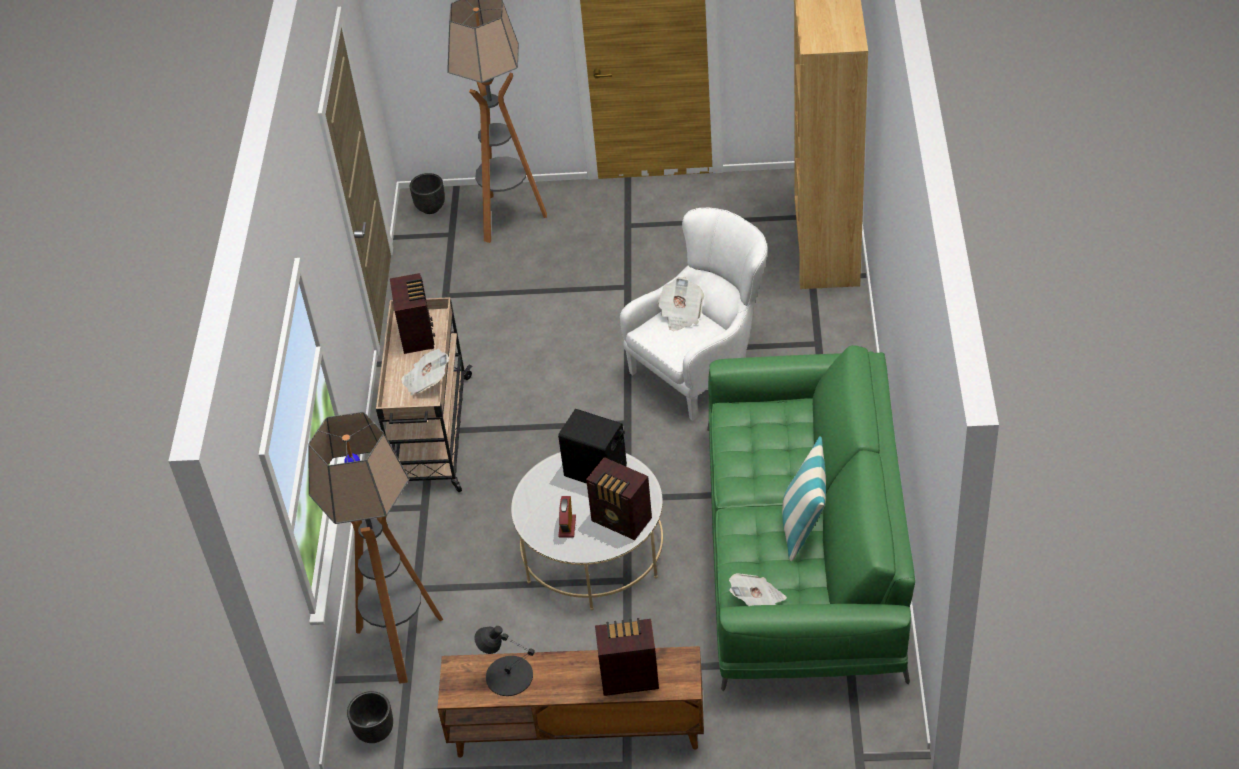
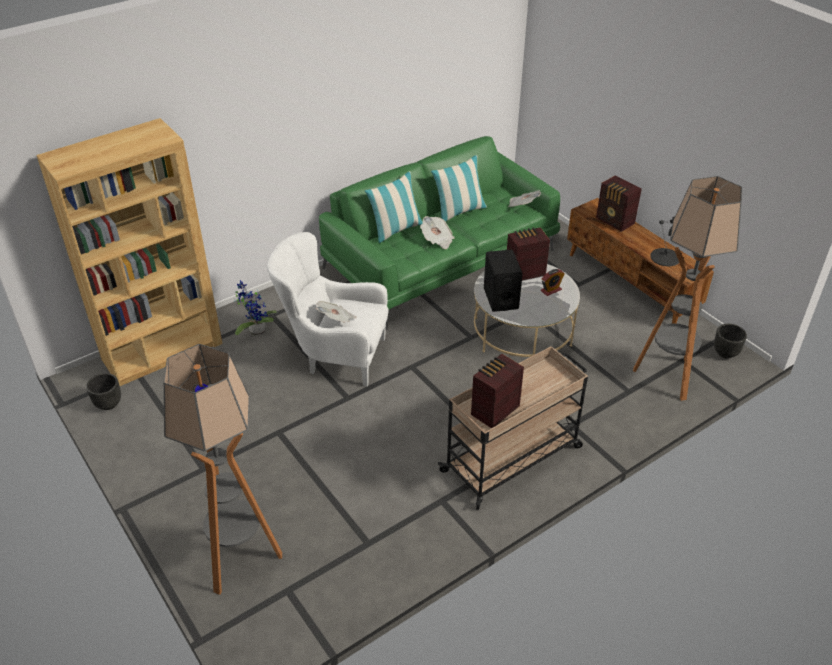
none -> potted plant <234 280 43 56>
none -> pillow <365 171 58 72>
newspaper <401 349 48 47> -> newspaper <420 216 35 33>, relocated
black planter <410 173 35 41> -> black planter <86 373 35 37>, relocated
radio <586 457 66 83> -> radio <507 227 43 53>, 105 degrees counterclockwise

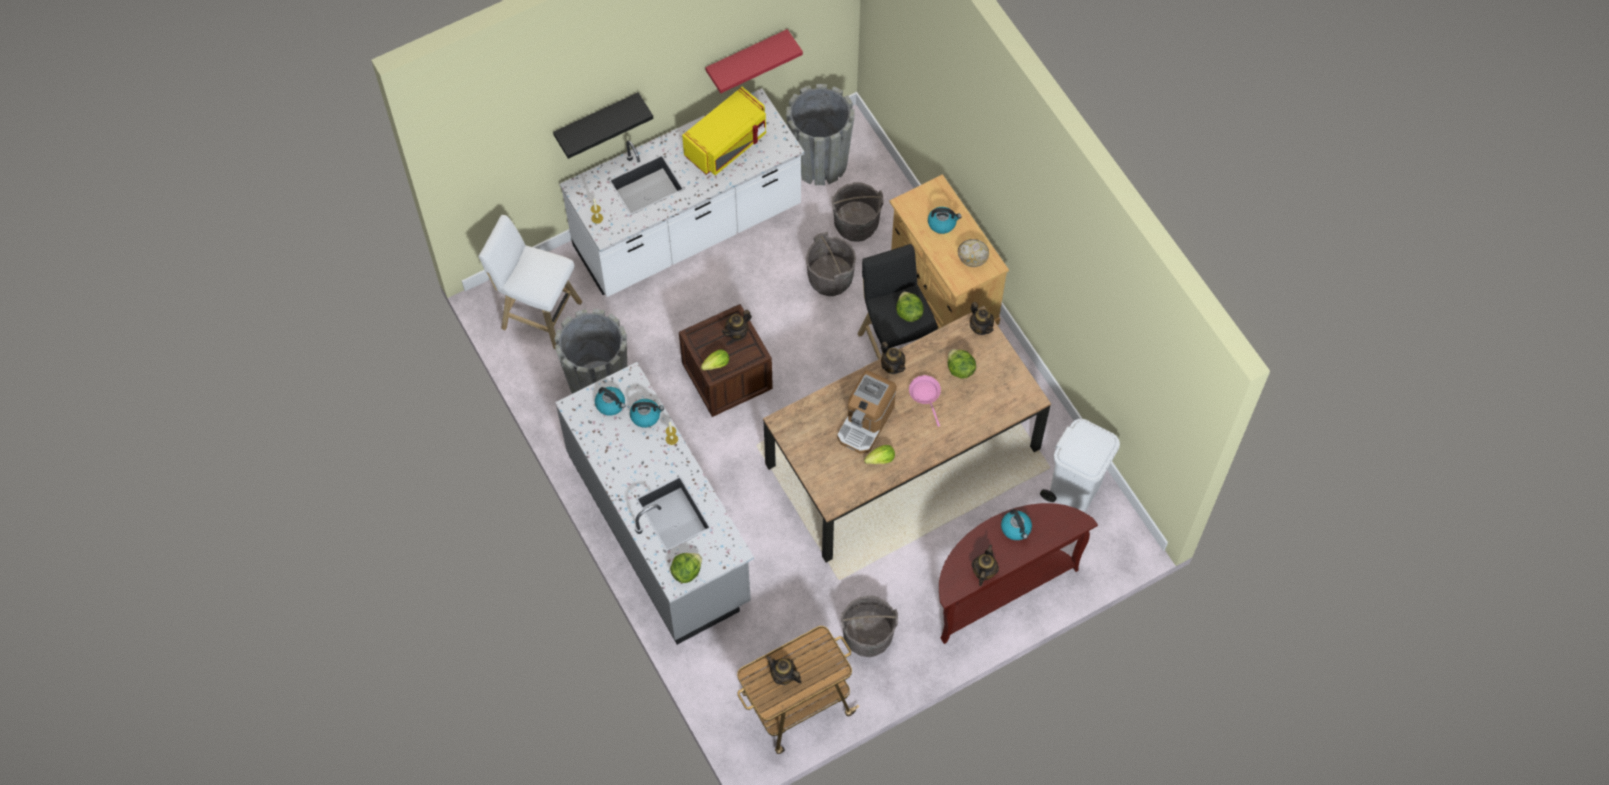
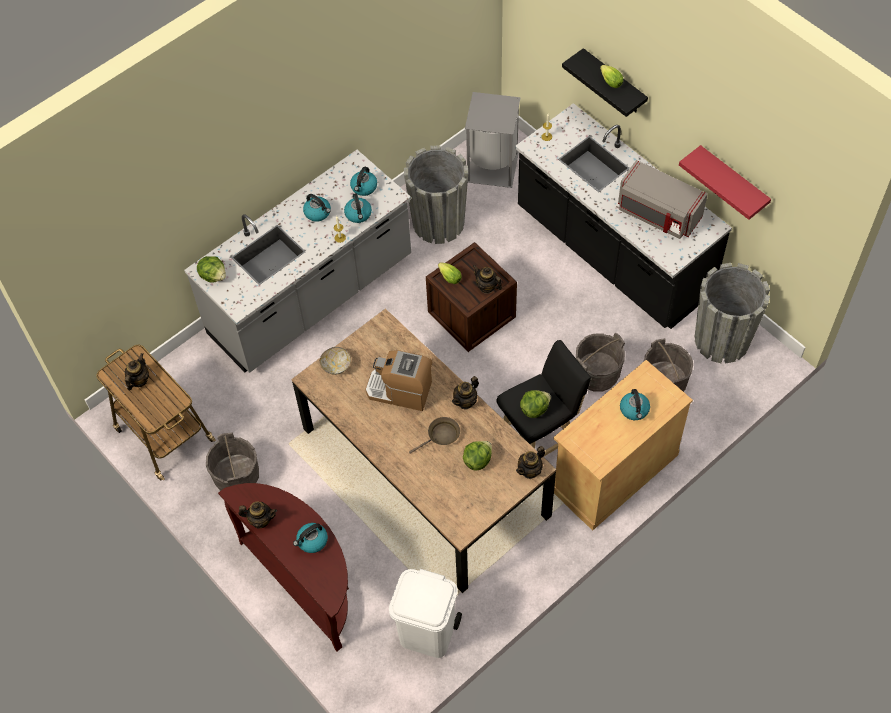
none -> kettle <303 194 28 28>
lettuce <864 445 31 19> -> lettuce <600 65 23 23>, relocated
bowl <958 239 31 28> -> bowl <320 347 31 28>, relocated
white stool <479 215 103 135> -> grey trash can <465 92 56 96>
white counter <560 88 245 209> -> black counter <515 103 217 226>
yellow microwave <682 87 84 88> -> grey microwave <618 160 90 79>
pink frying pan <909 375 32 52> -> brown frying pan <409 417 51 37>

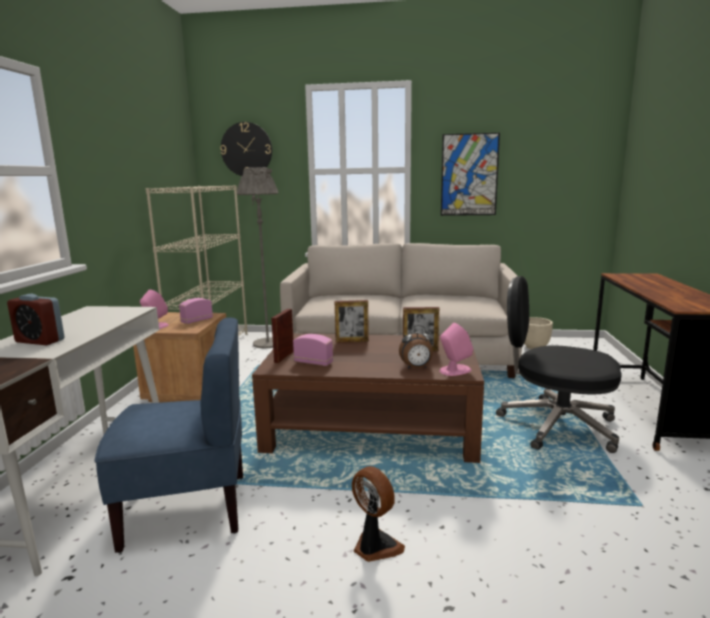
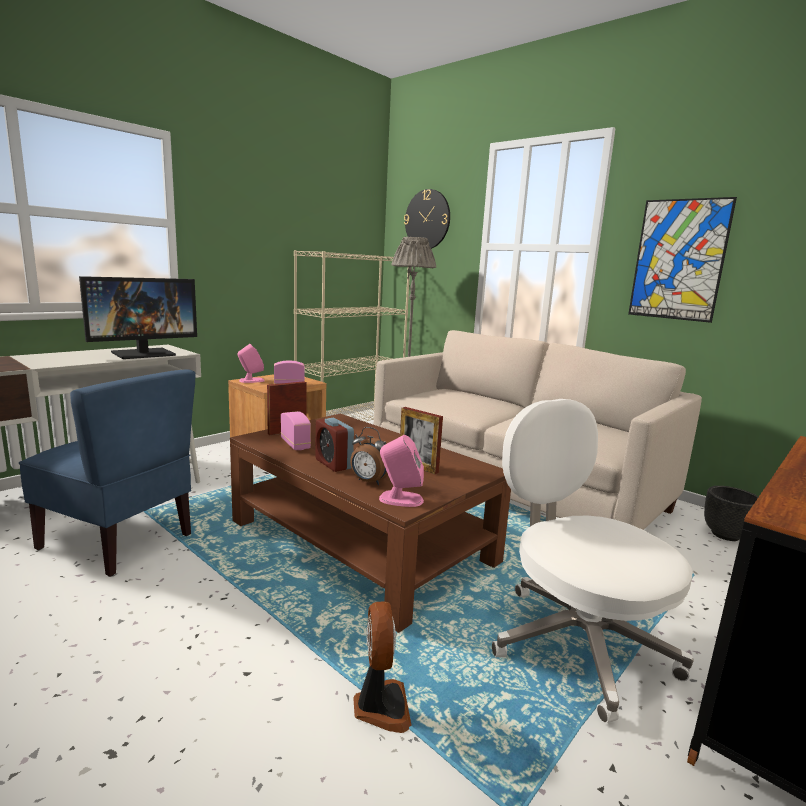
picture frame <335 300 34 43> -> none
none -> monitor <79 276 118 83>
alarm clock <7 294 58 51> -> alarm clock <315 418 39 54>, relocated
fan <352 466 53 96> -> fan <353 601 59 132>, relocated
black office chair <496 276 126 177> -> white office chair <492 399 202 325>
beige planter <524 317 29 32> -> black planter <704 486 54 55>

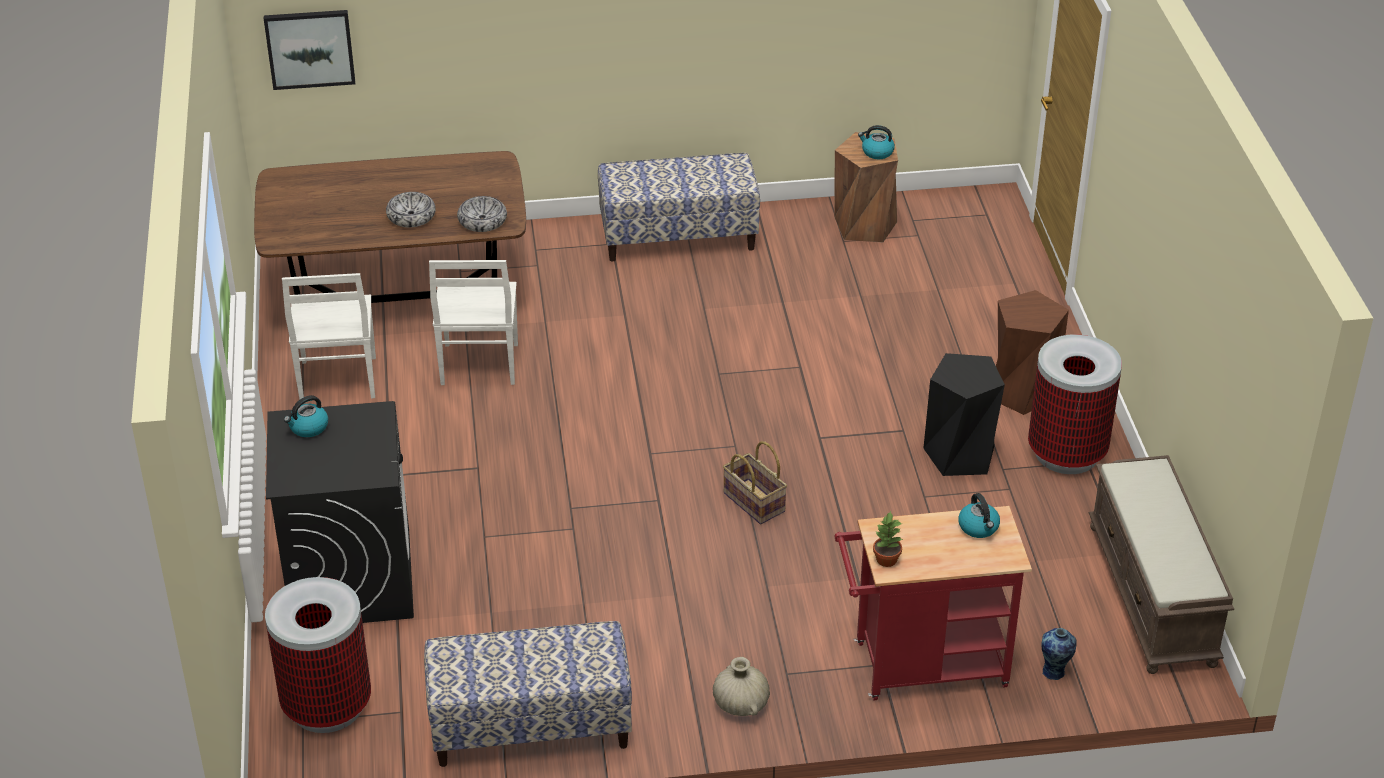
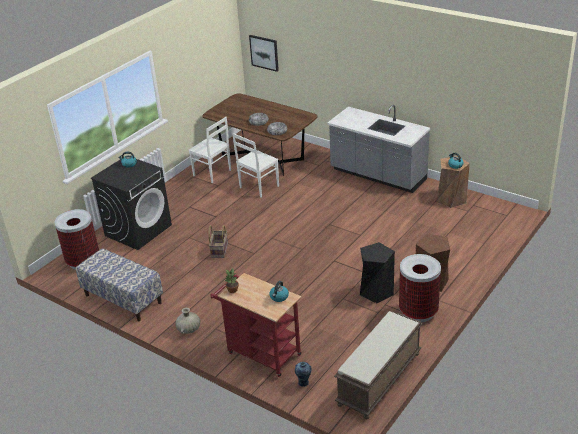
basket <723 441 64 83> -> basket <208 225 20 33>, relocated
bench <598 153 162 109> -> grey counter <327 105 103 88>
white chair <282 273 94 126> -> white chair <188 117 43 66>, 90 degrees counterclockwise

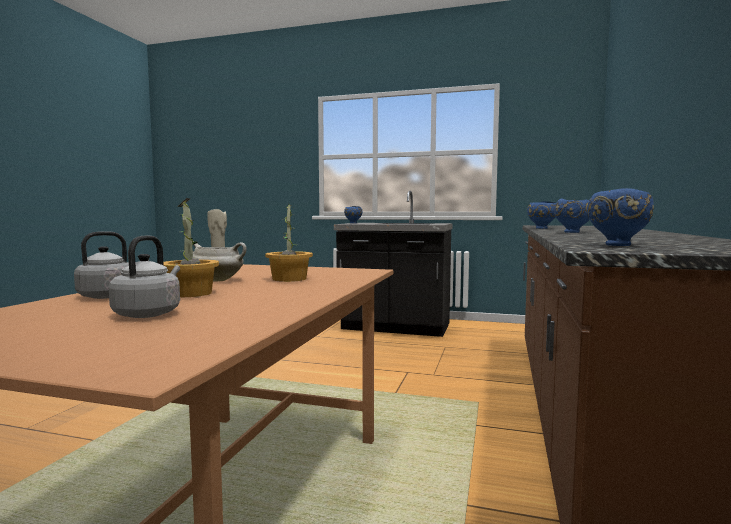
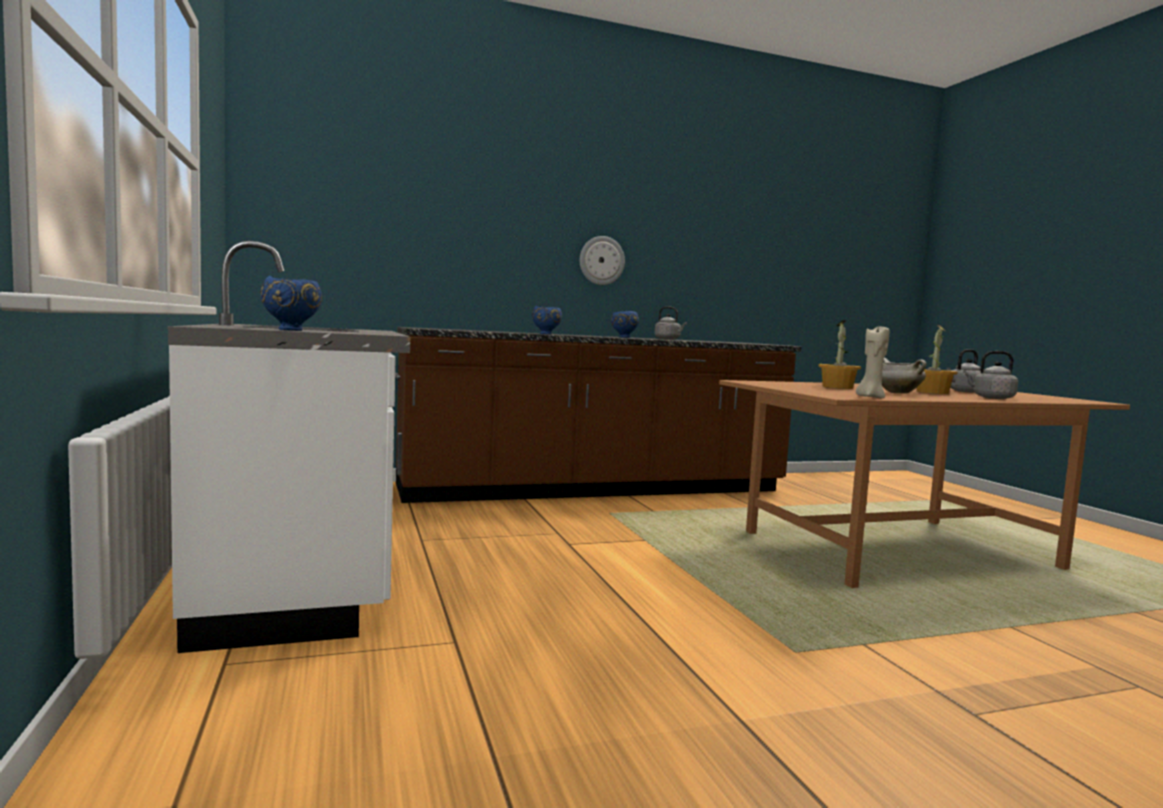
blue bowl <587 188 67 58> -> none
none -> wall clock <580 236 45 49>
none -> grey kettle <655 306 32 33>
black counter <334 191 119 146> -> white counter <168 241 242 412>

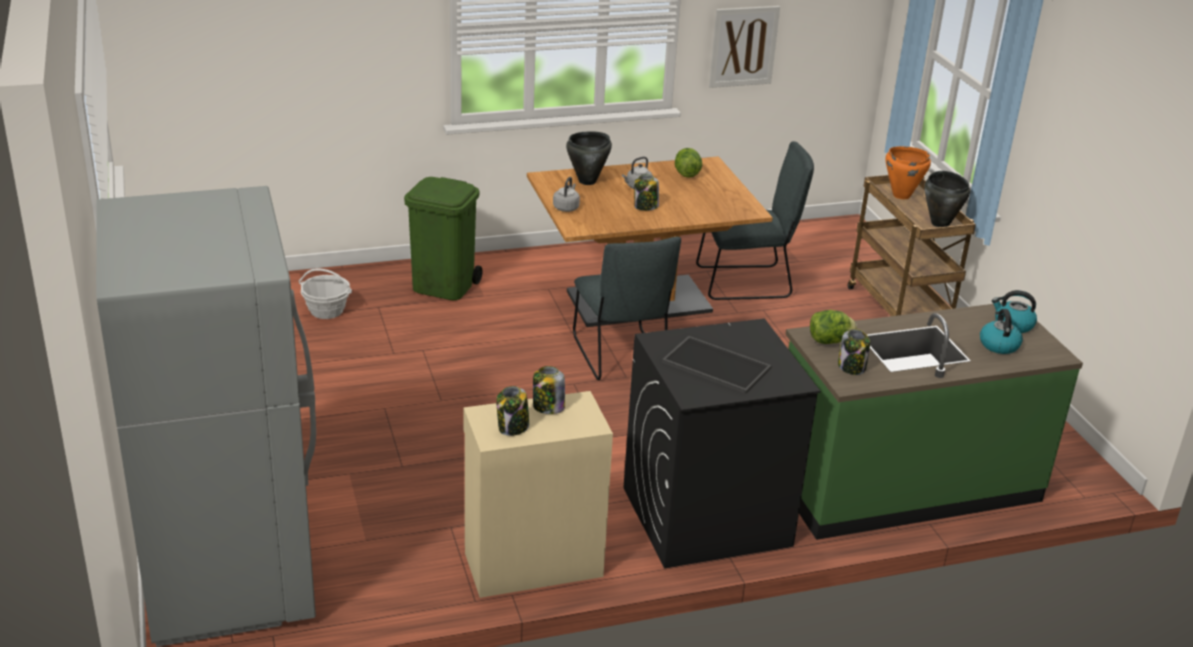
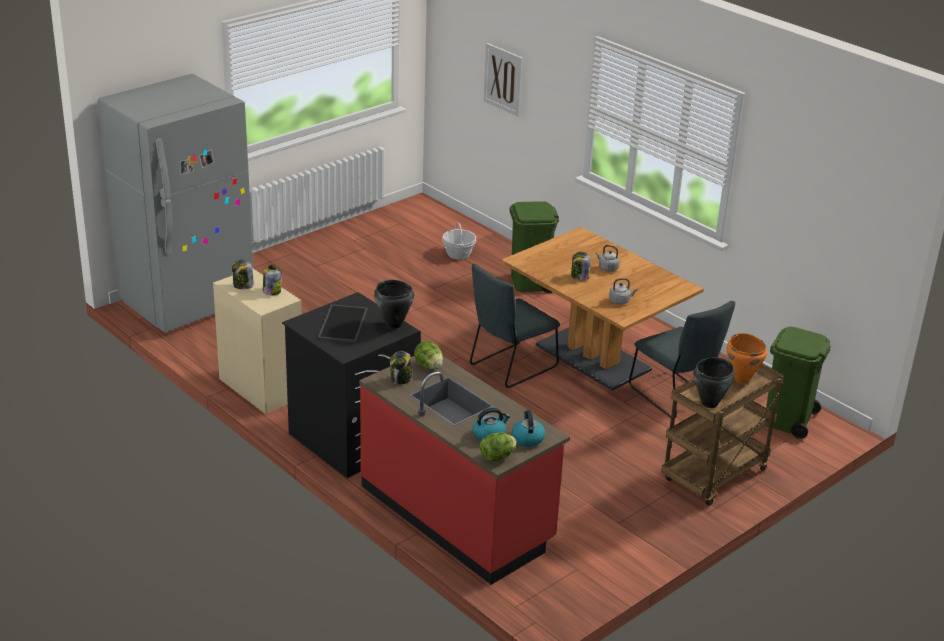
none -> green trash can <766 327 65 112>
grey kettle <553 177 27 35> -> grey kettle <609 278 29 26>, relocated
black cooking pot <566 131 46 54> -> black cooking pot <374 280 40 49>, relocated
lettuce <675 148 27 30> -> lettuce <480 433 37 29>, relocated
picture <709 6 71 82> -> picture <484 43 39 74>, relocated
green counter <785 303 298 237> -> red counter <359 356 211 229>

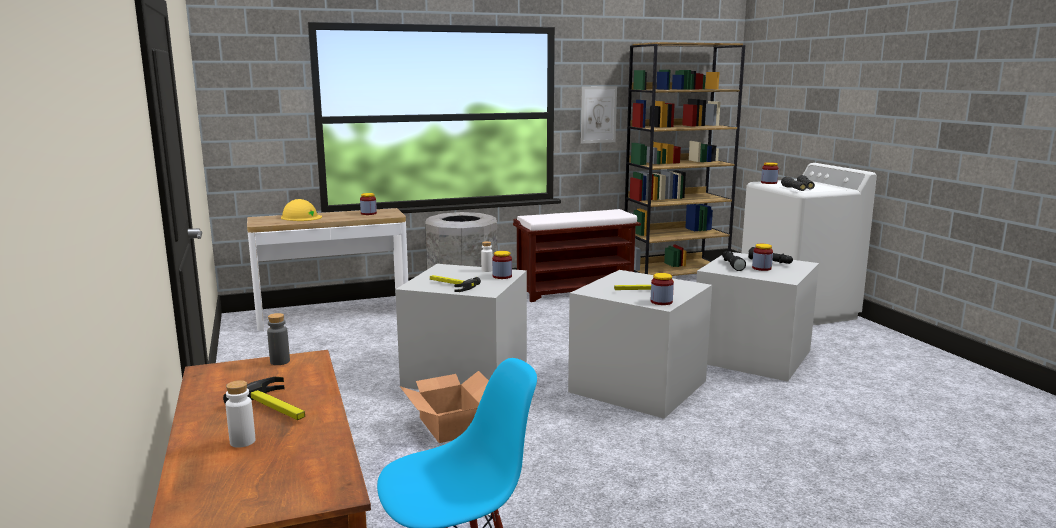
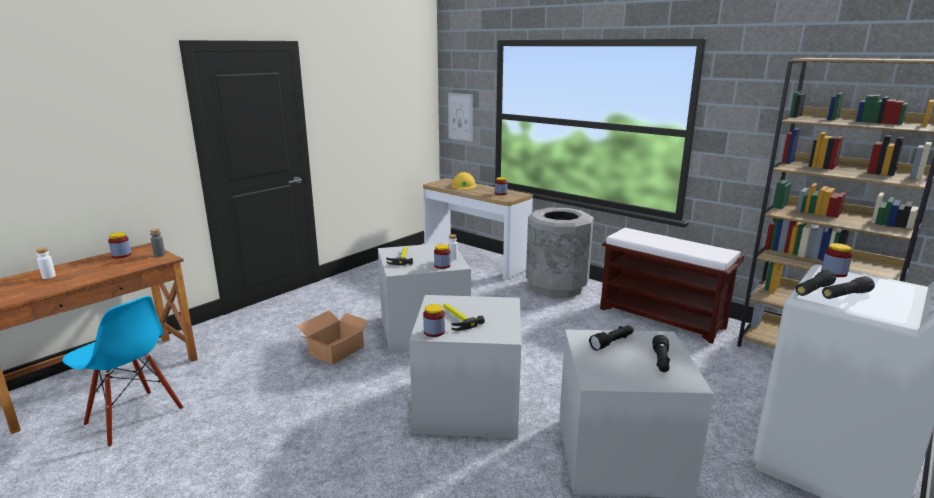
hammer <223 377 82 43> -> none
picture <581 86 36 57> -> picture <448 93 25 49>, relocated
jar <752 244 21 27> -> jar <108 232 24 26>, relocated

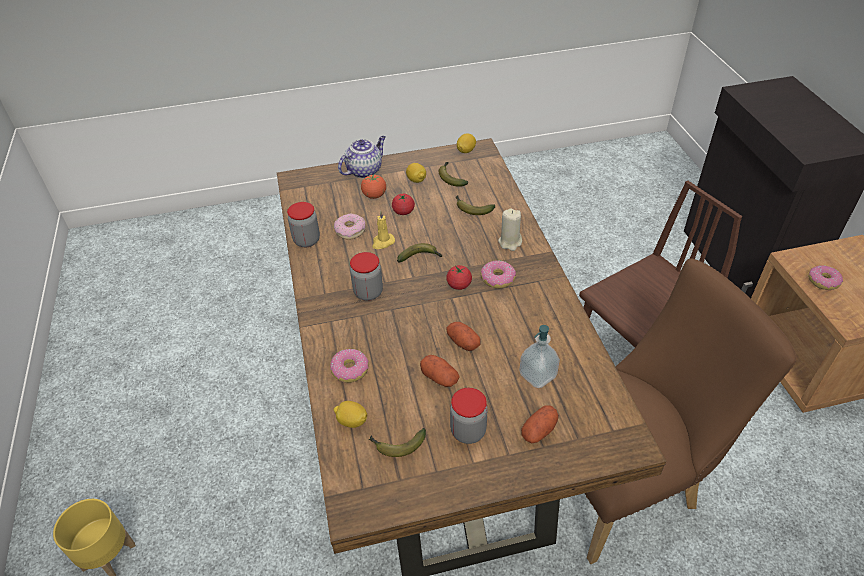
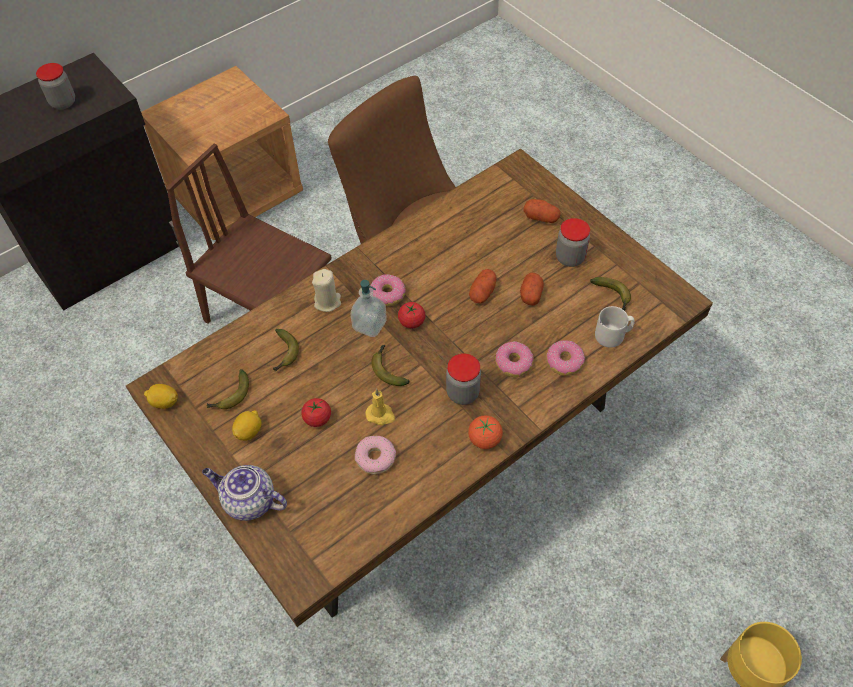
jar <287 202 33 45> -> jar <36 63 39 46>, relocated
tomato <361 174 25 25> -> tomato <468 415 35 34>, relocated
soap dispenser <519 325 41 63> -> soap dispenser <351 280 36 57>, relocated
donut <808 265 35 25> -> donut <495 341 39 36>, relocated
lemon <334 401 33 27> -> grey mug <595 306 40 42>

